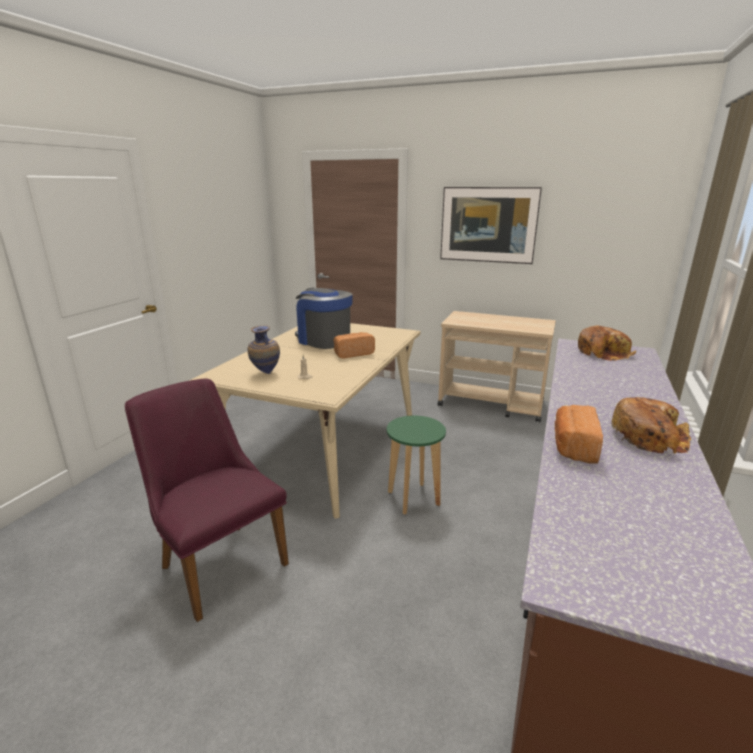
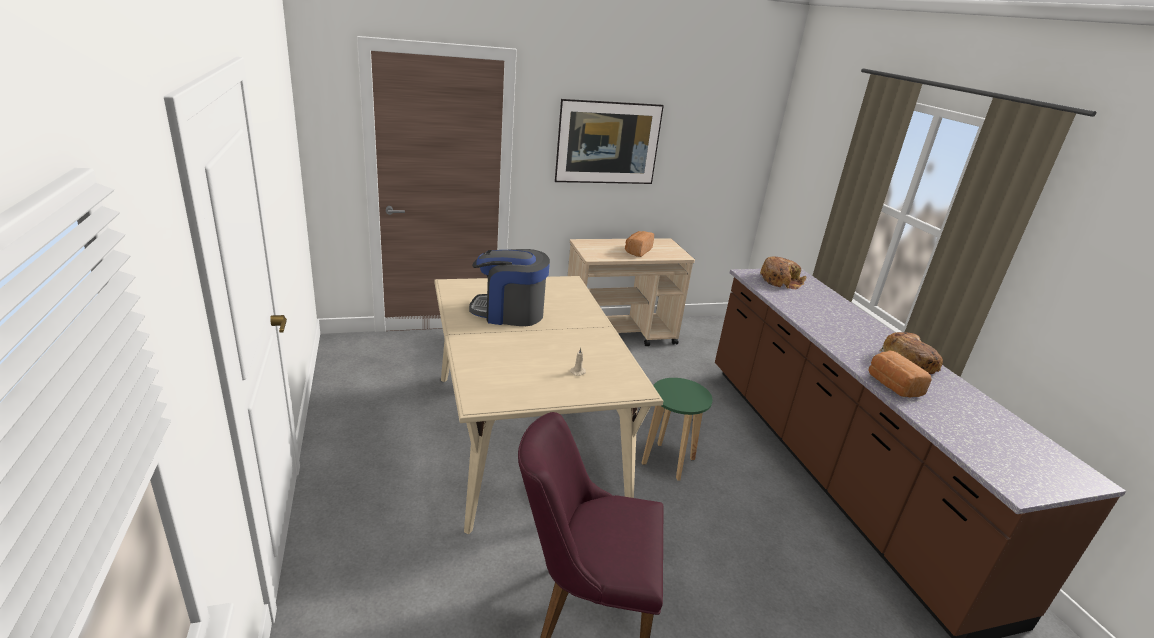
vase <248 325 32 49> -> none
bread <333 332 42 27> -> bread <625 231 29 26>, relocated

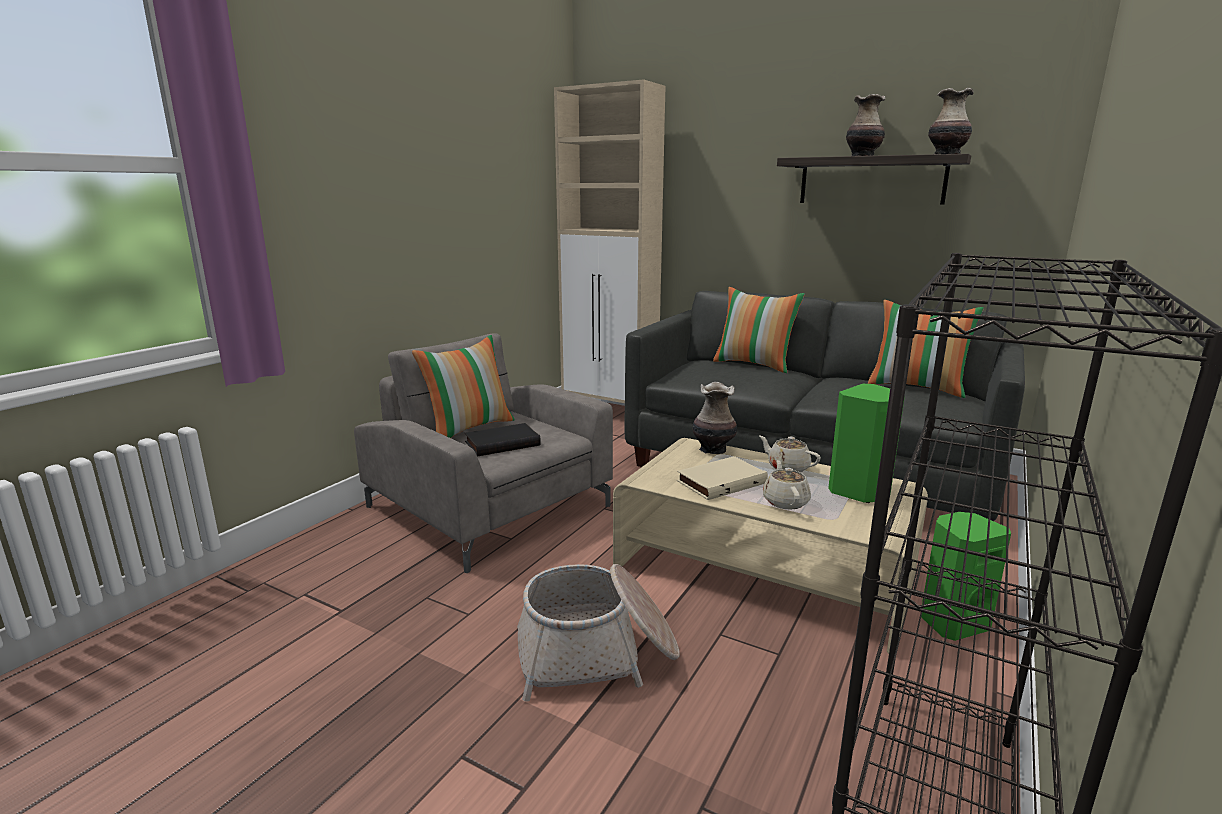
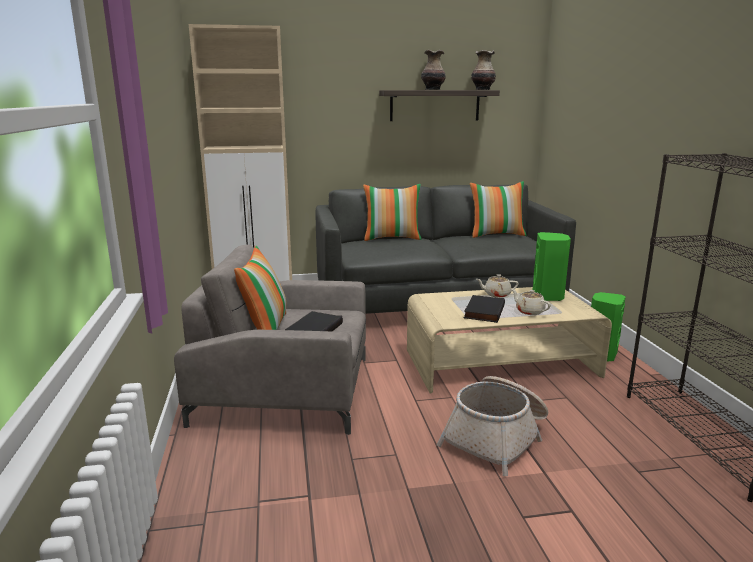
vase <693 382 44 72> -> none
beige book <677 456 91 44> -> black book <464 295 41 28>

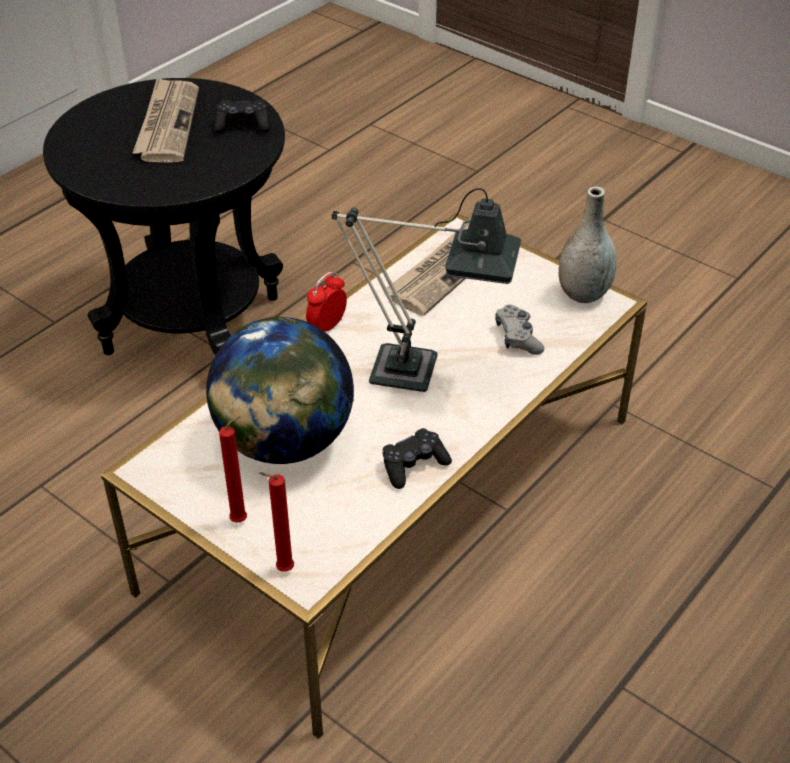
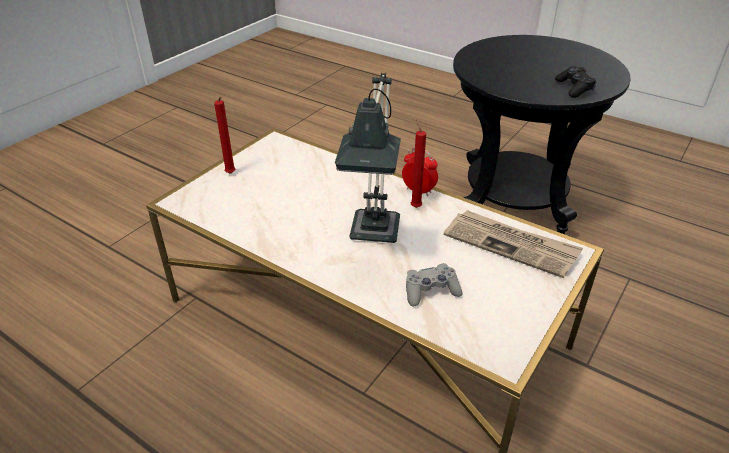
newspaper <133 77 66 86> -> none
globe <206 316 148 148> -> none
black game controller <383 428 69 61> -> none
grey vase <559 186 57 117> -> none
red candle <259 472 35 100> -> red candle <411 119 15 89>, relocated

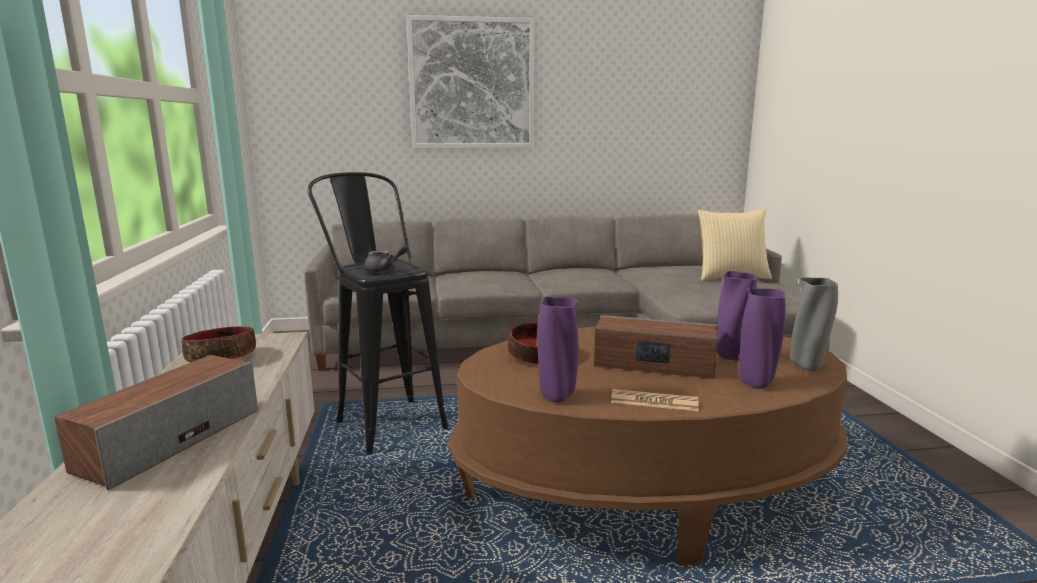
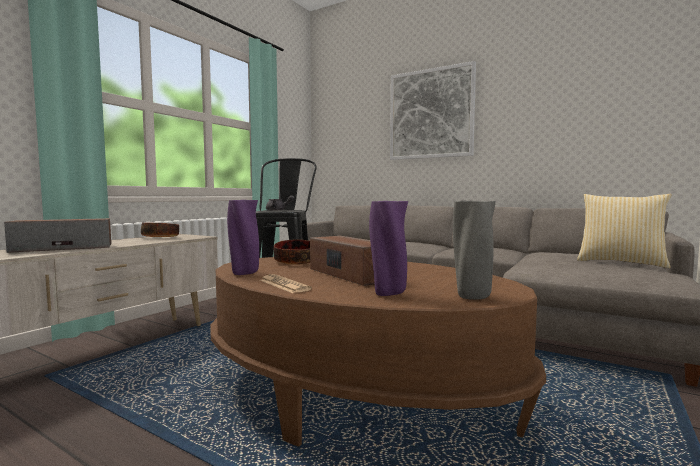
purple vase <717 271 40 90> -> none

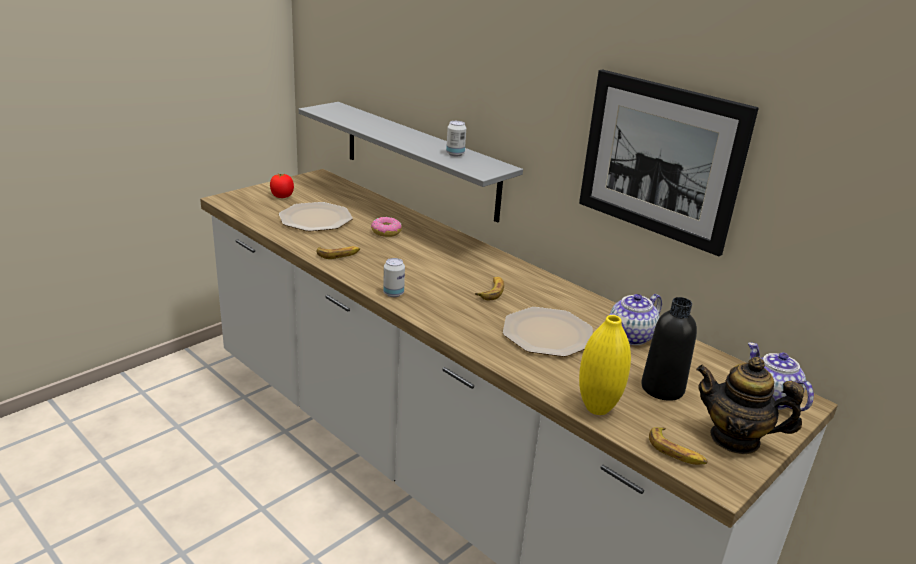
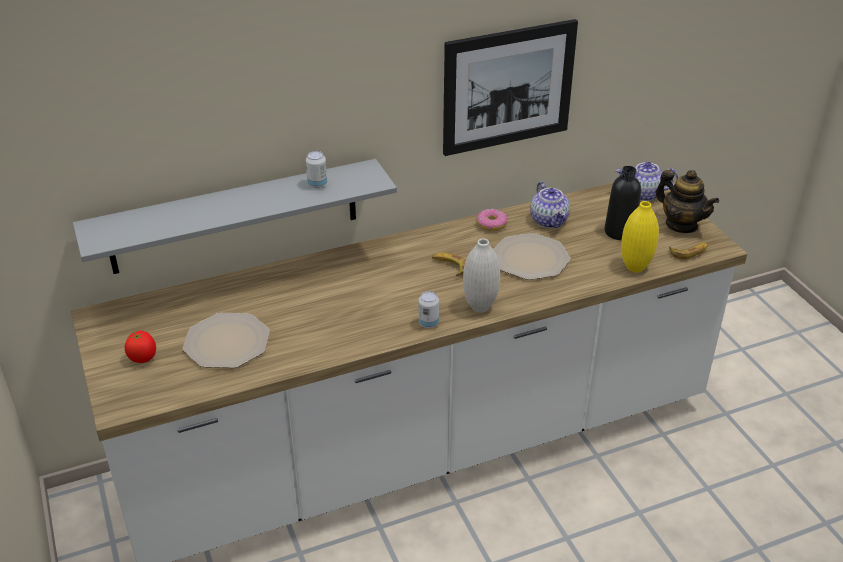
banana <317 246 43 13> -> none
none -> white vase <463 239 37 74>
donut <371 217 31 20> -> donut <477 209 31 22>, relocated
teapot <696 357 108 97> -> teapot <655 170 64 63>, 90 degrees counterclockwise

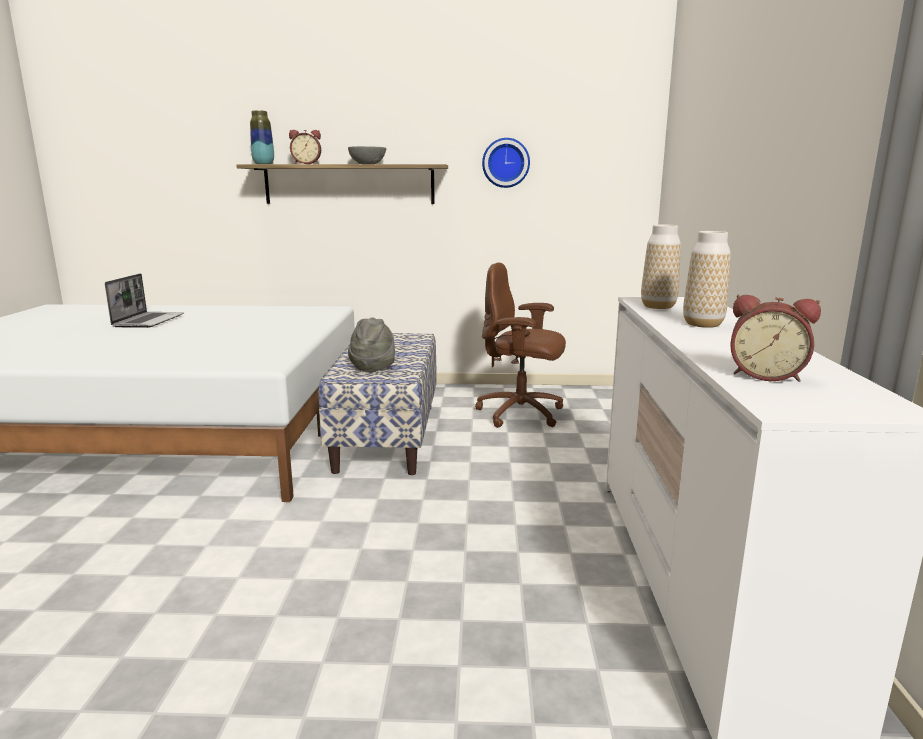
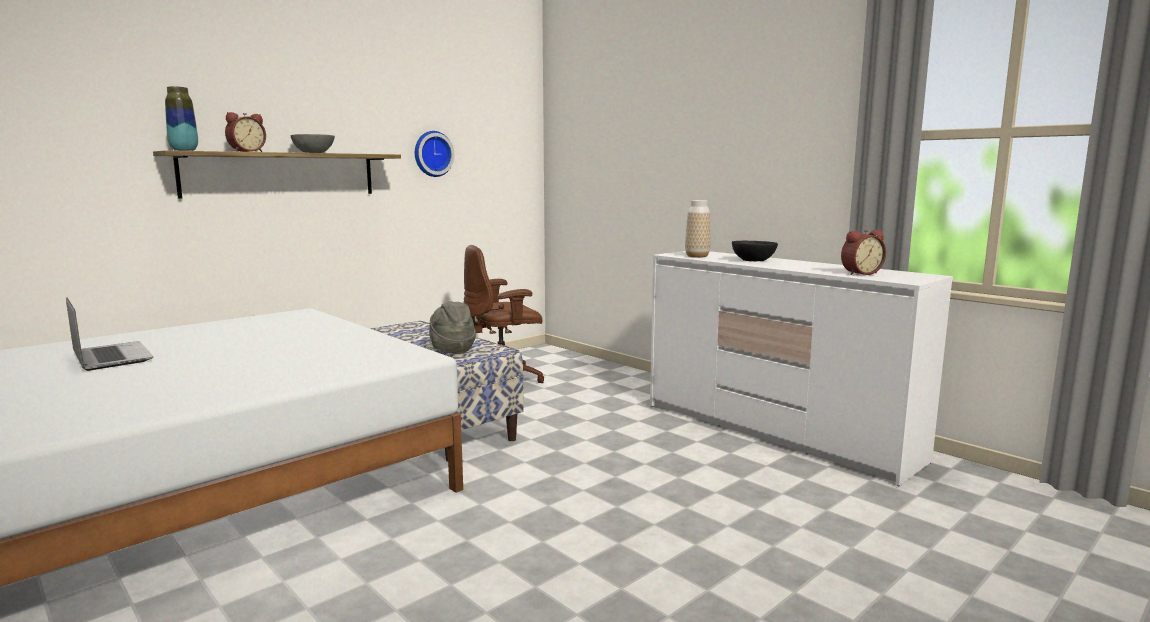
vase <683 231 48 97> -> black bowl <732 241 46 20>

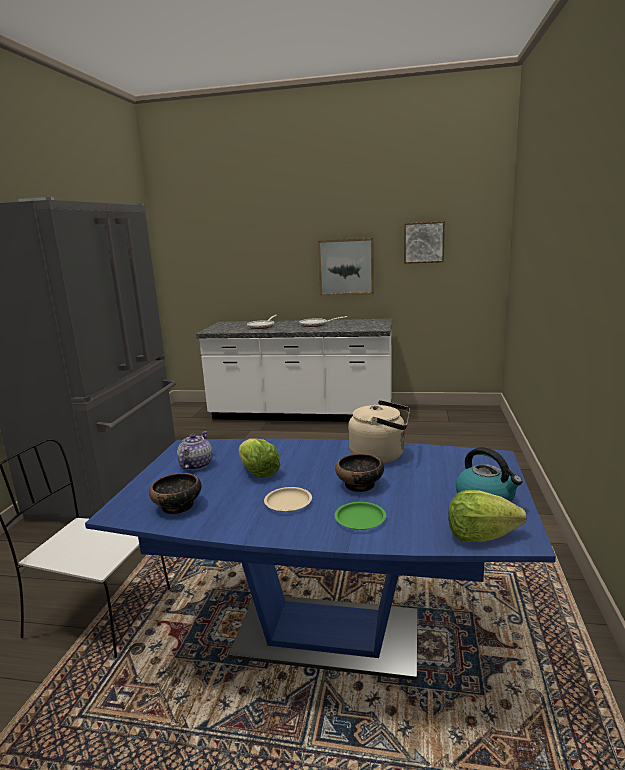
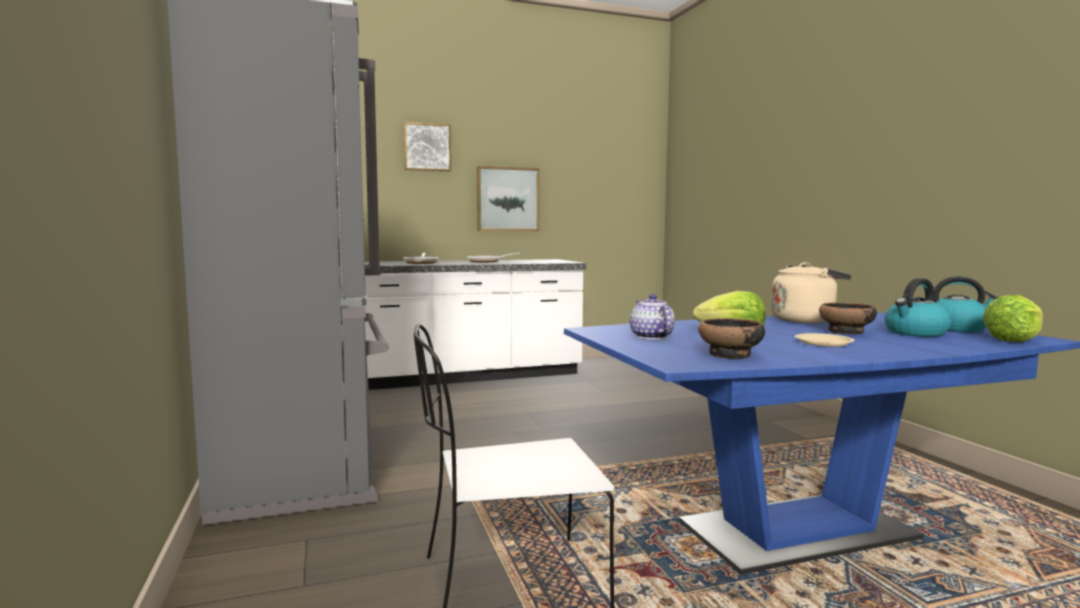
green plate <335 502 51 28> -> none
none -> kettle <884 278 68 59>
picture <404 221 41 43> -> picture <404 122 47 49>, relocated

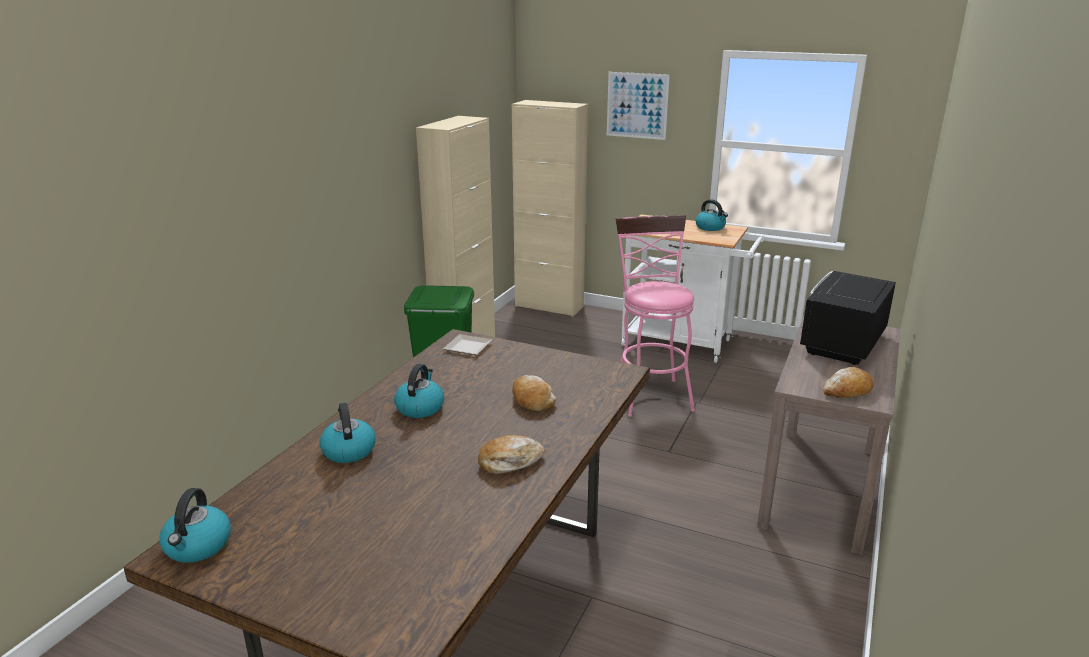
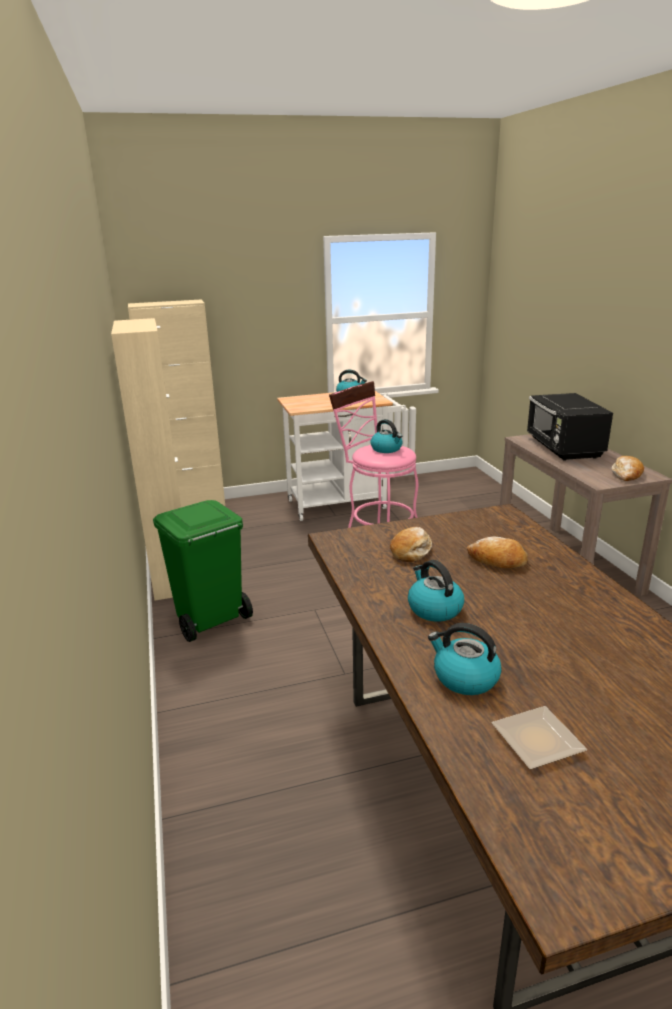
picture <607 72 63 68> -> none
kettle <159 488 72 75> -> kettle <370 419 32 34>, relocated
plate <443 334 49 21> -> plate <492 706 95 63>, relocated
bread <478 435 67 39> -> bread <390 527 42 35>, relocated

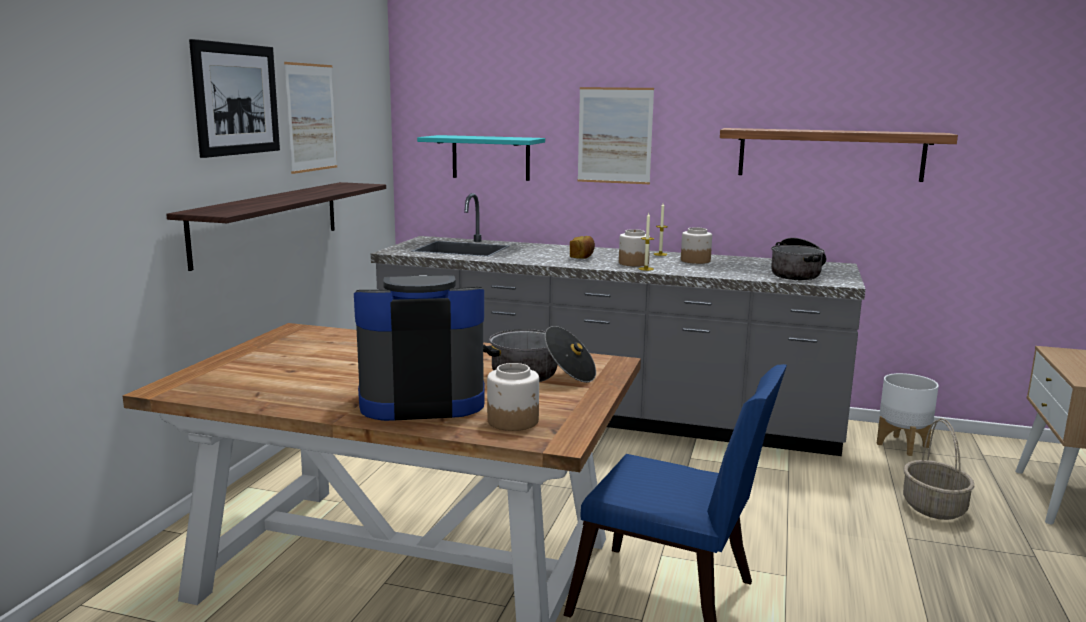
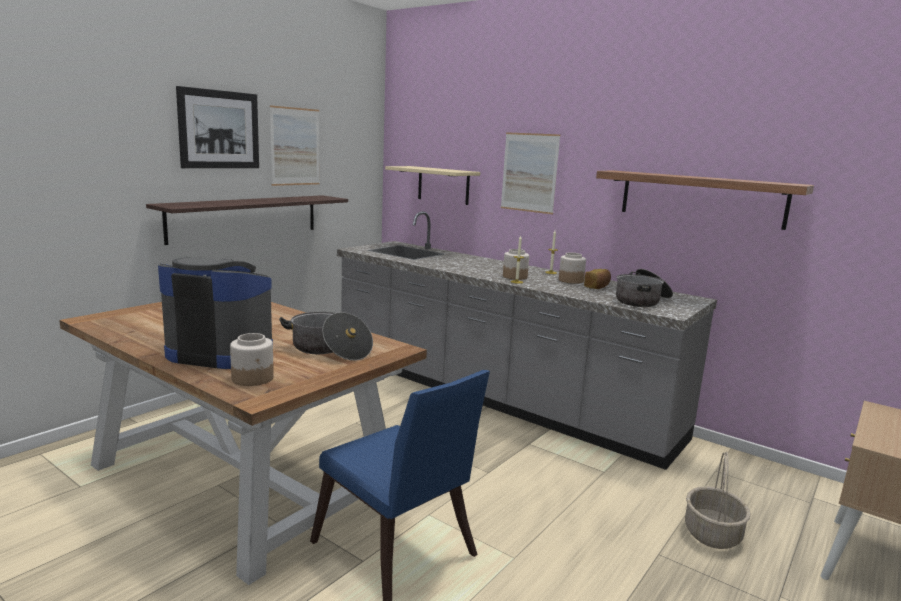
white planter <877 373 62 83> -> none
bread <570 236 25 23> -> bread <584 269 27 20>, relocated
turquoise shelf <417 135 128 46> -> beige shelf <385 166 95 39>

